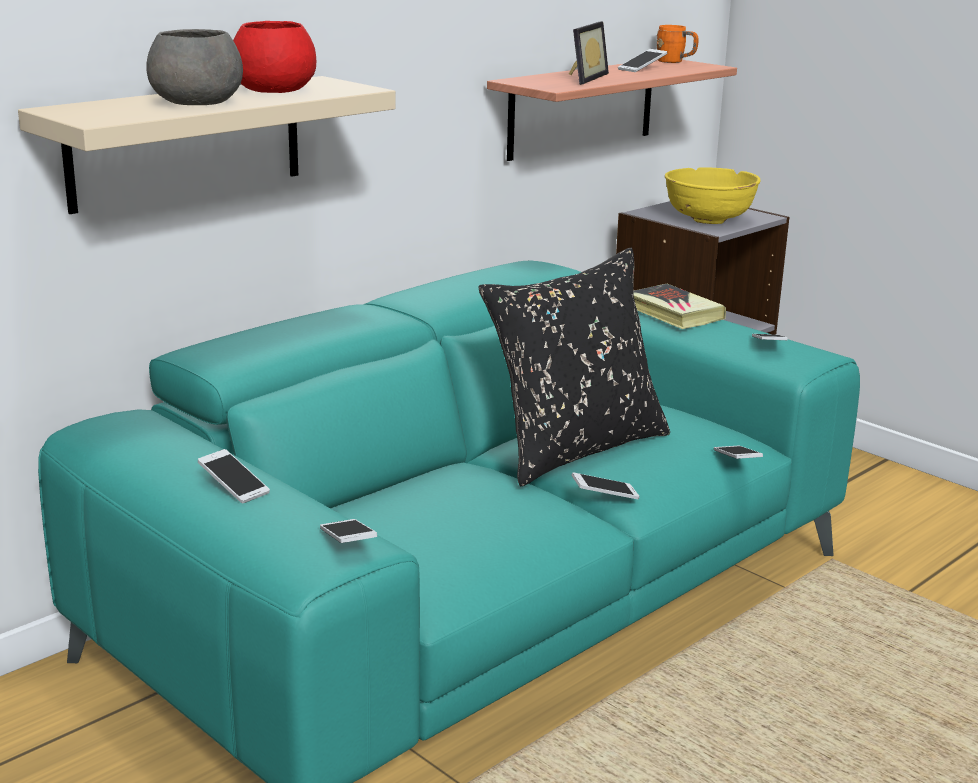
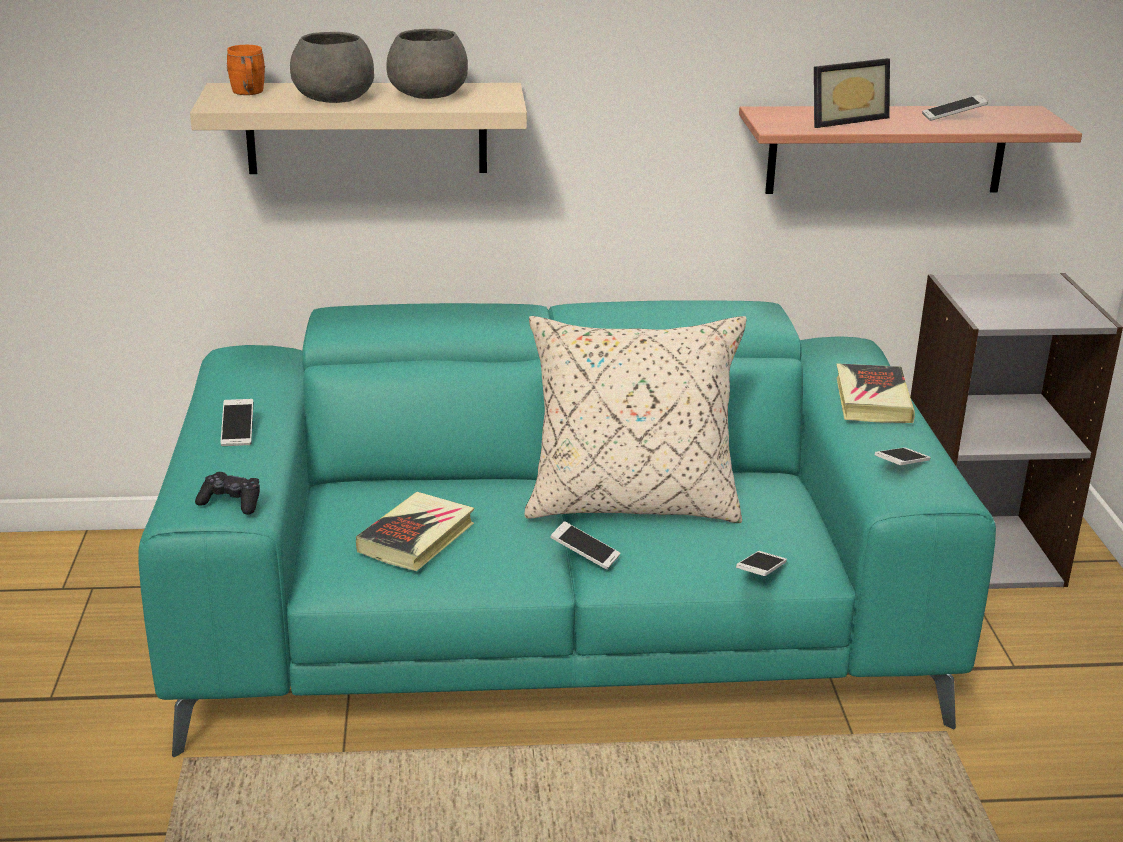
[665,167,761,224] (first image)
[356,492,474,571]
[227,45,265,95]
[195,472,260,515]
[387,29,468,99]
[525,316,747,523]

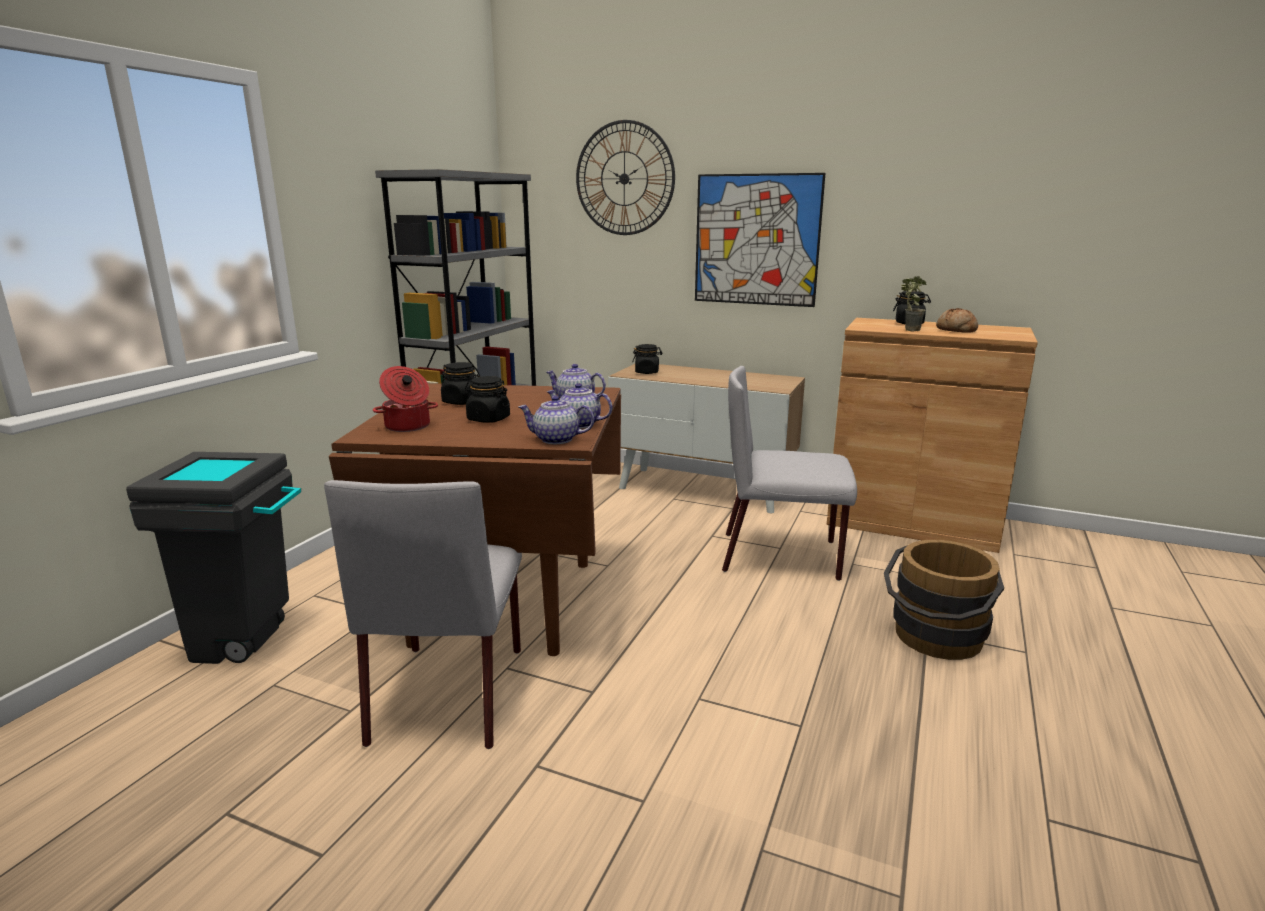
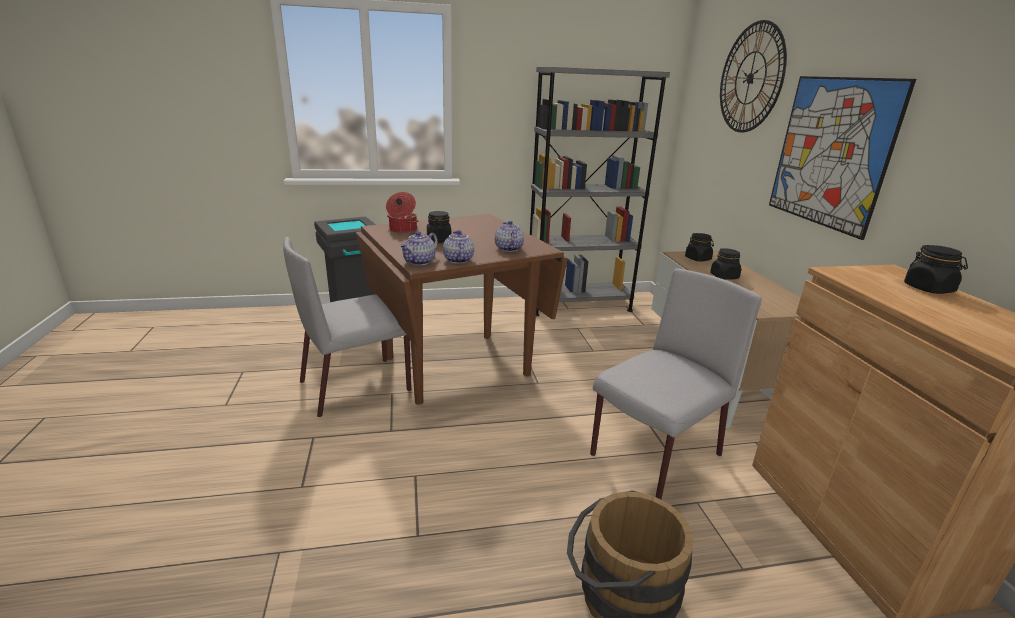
[901,276,926,331] (first image)
[936,308,978,333] (first image)
[710,248,741,280]
[399,231,438,265]
[590,268,762,499]

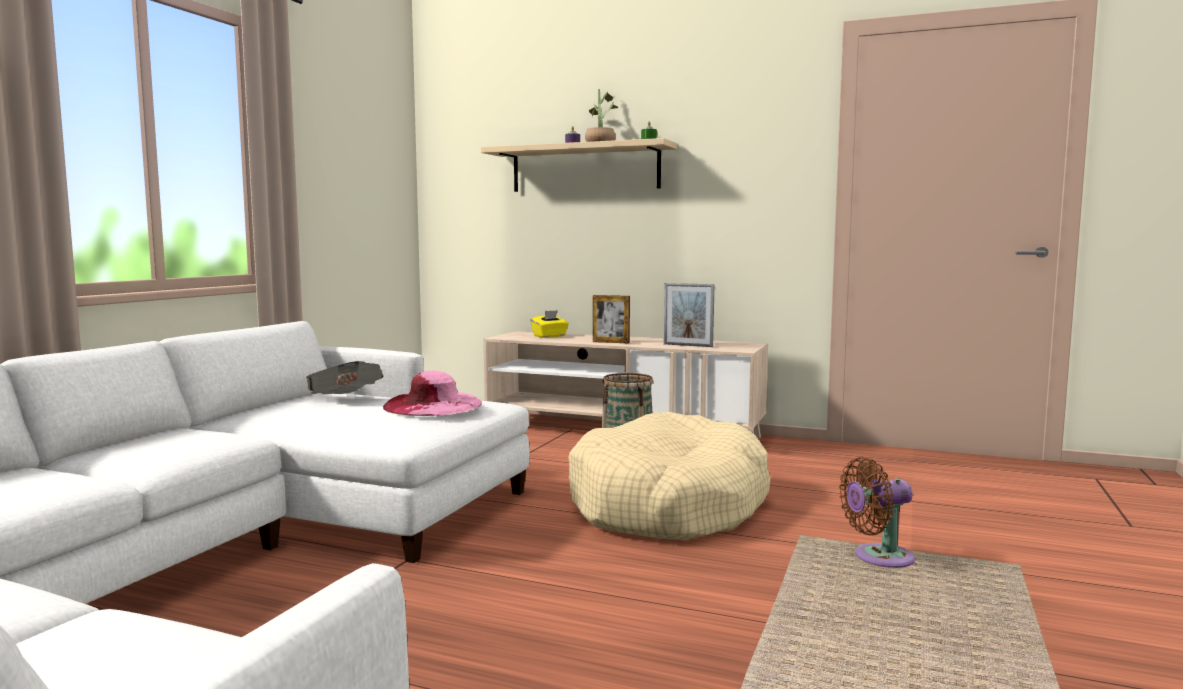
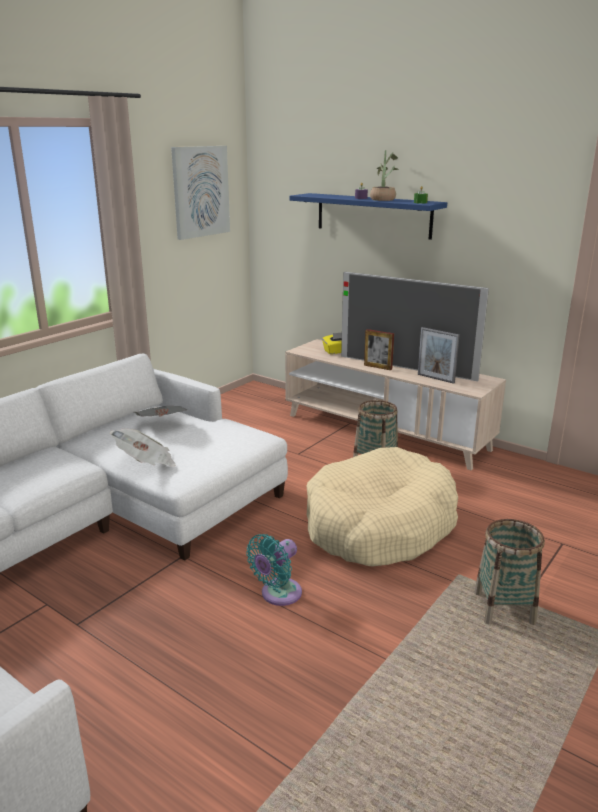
[383,371,482,416] (first image)
[110,429,176,466]
[171,146,230,240]
[246,534,302,606]
[341,272,489,381]
[474,519,545,625]
[290,193,447,240]

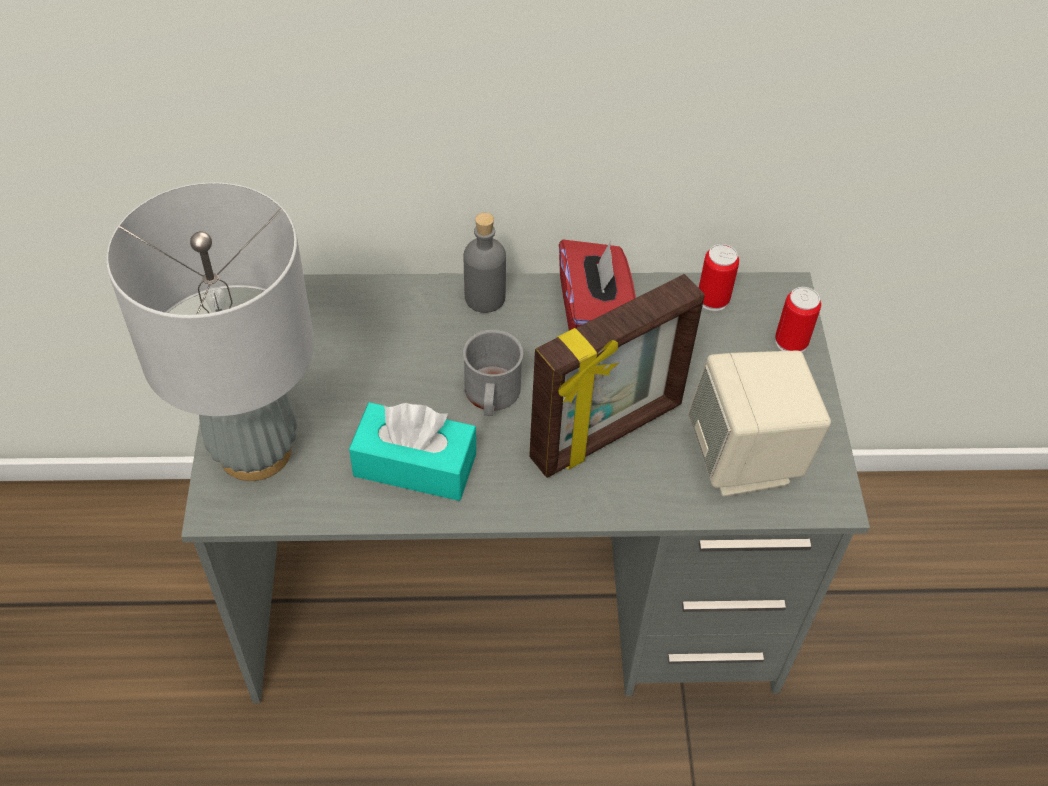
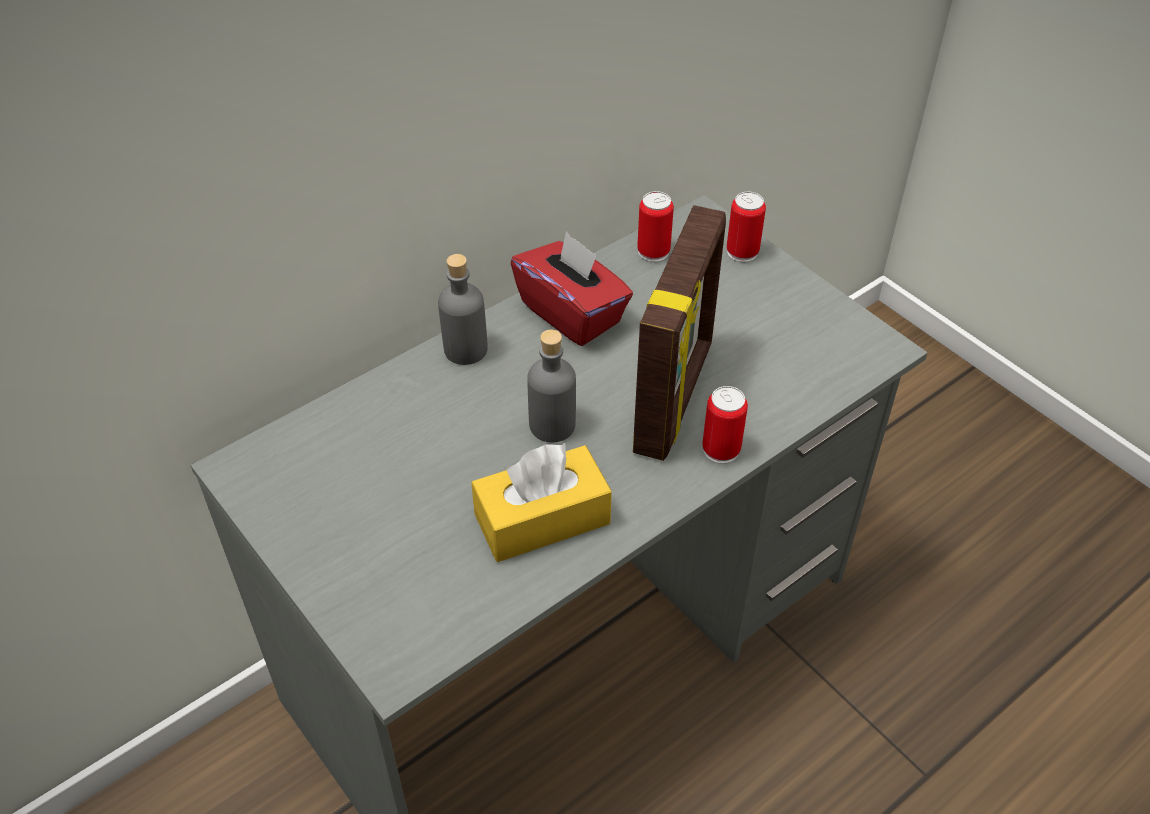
[106,182,314,481] (first image)
[688,351,831,497] (first image)
[702,386,748,464]
[527,330,576,442]
[471,443,612,562]

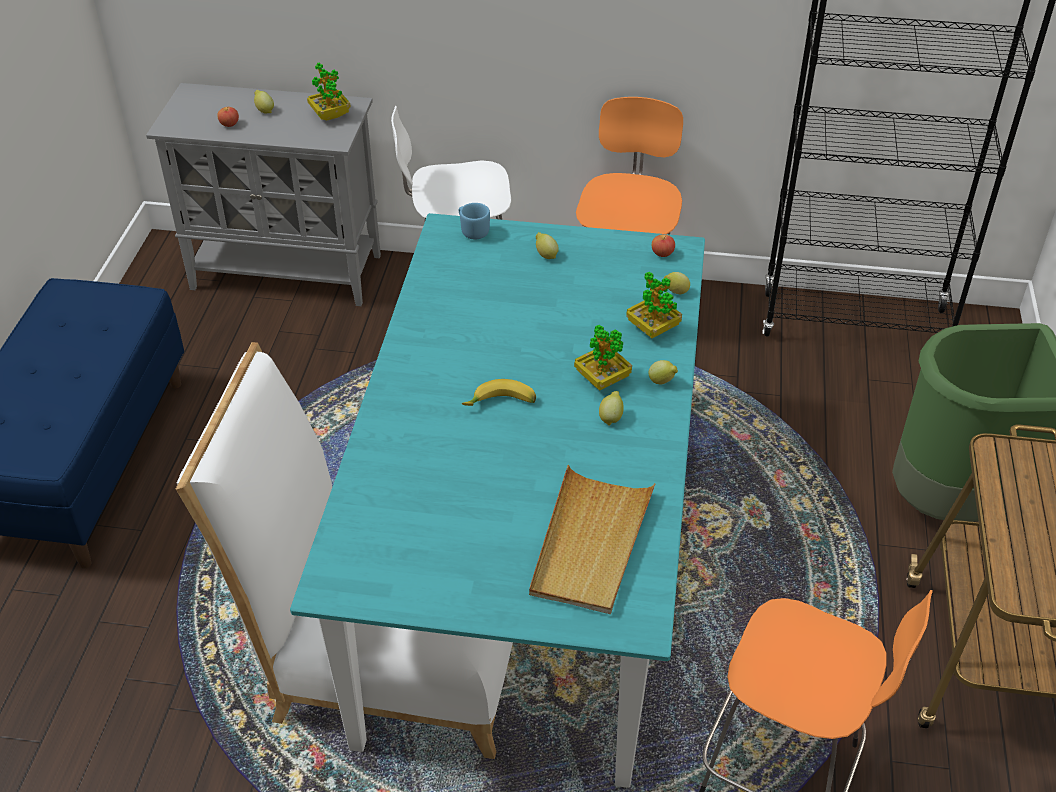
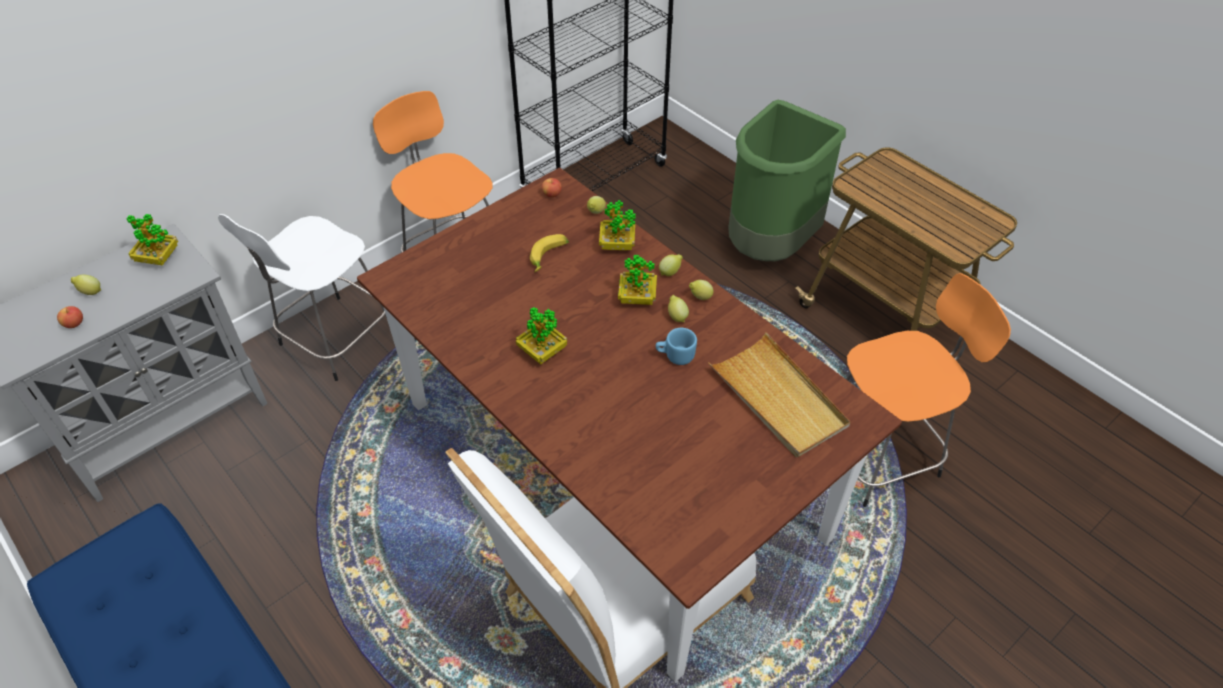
[516,307,567,364]
[656,328,697,365]
[530,234,569,272]
[689,280,713,300]
[357,168,902,682]

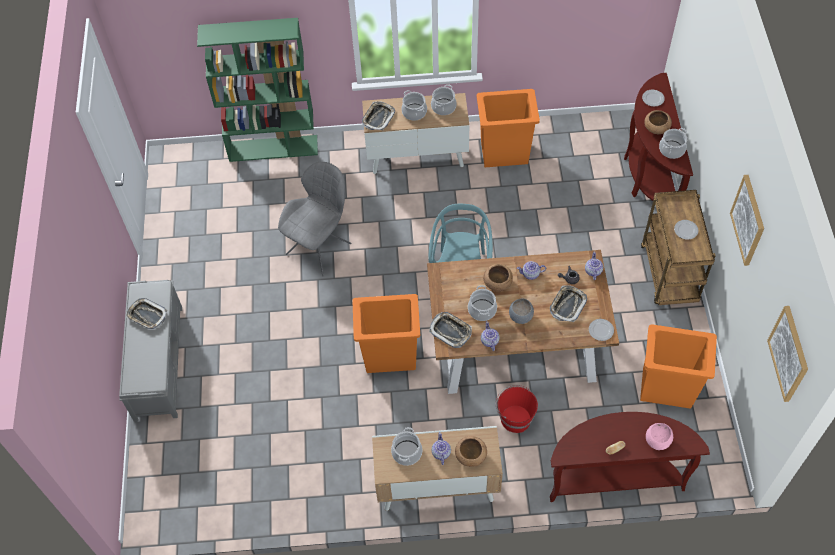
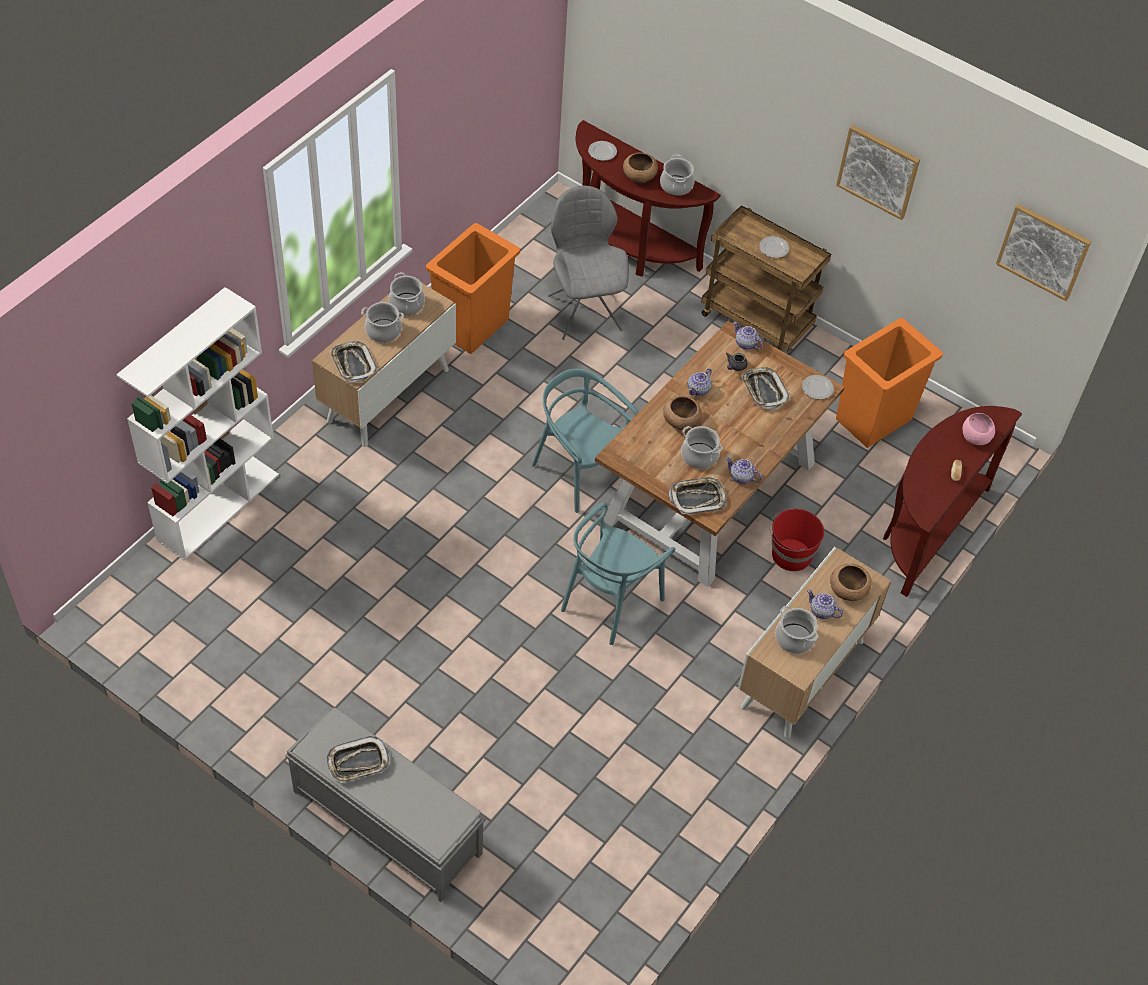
[509,299,534,324] (first image)
[548,186,629,340]
[561,502,675,645]
[116,287,279,561]

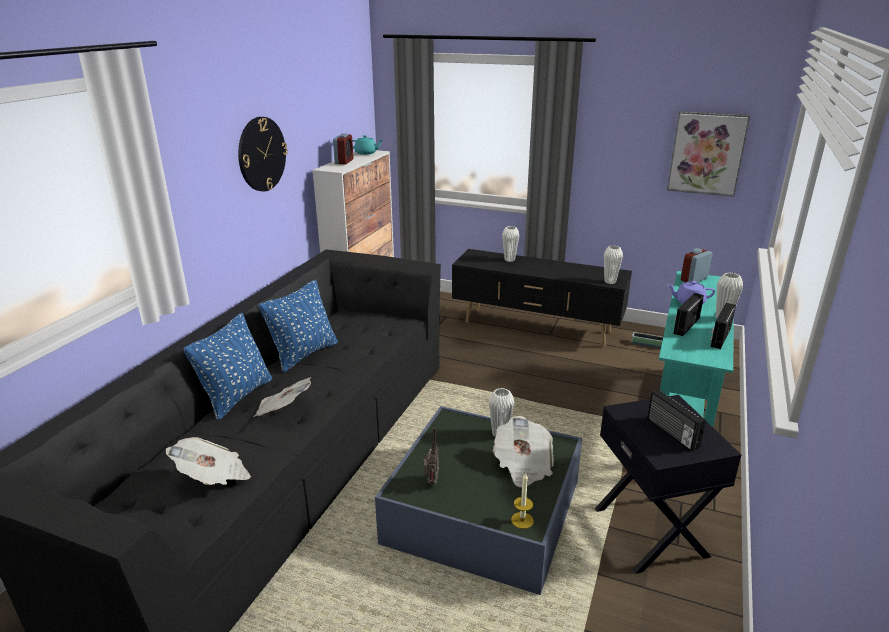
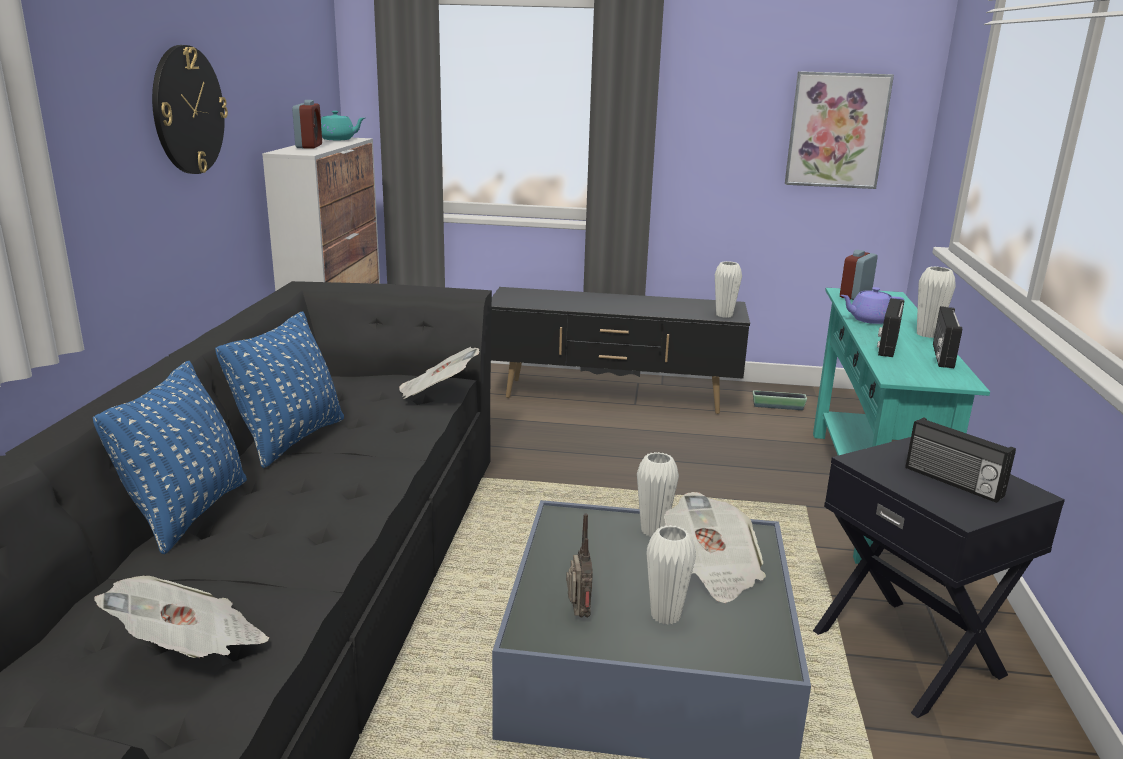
[511,473,534,529] (first image)
[399,347,479,399]
[646,525,696,625]

